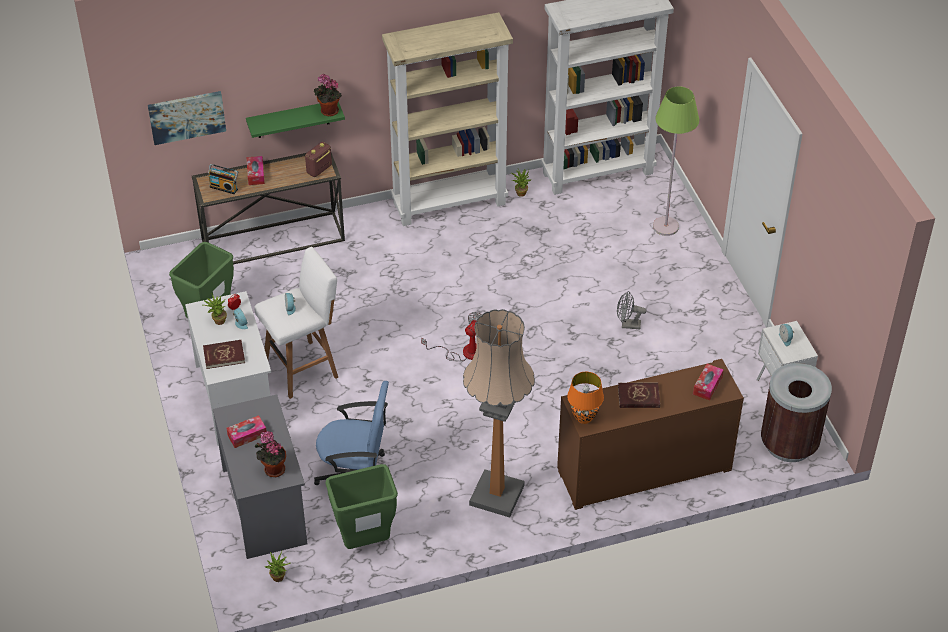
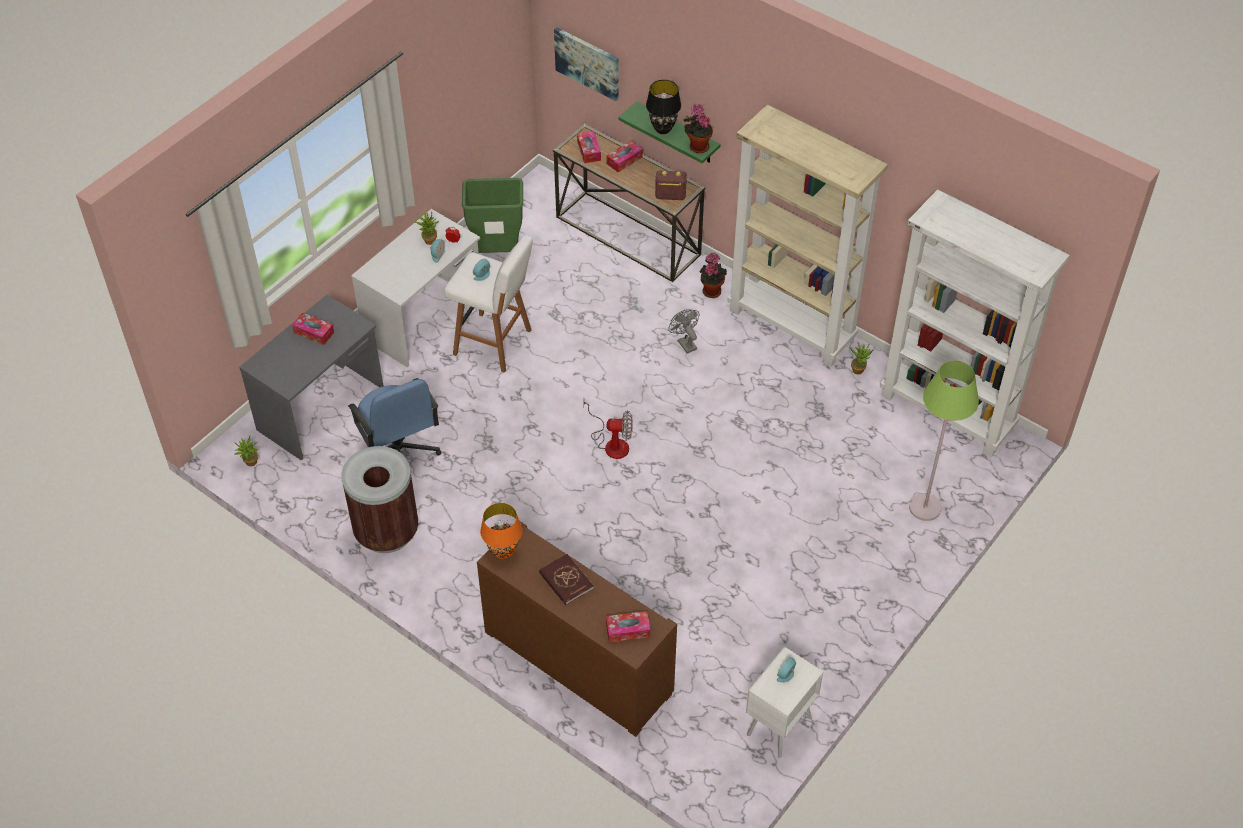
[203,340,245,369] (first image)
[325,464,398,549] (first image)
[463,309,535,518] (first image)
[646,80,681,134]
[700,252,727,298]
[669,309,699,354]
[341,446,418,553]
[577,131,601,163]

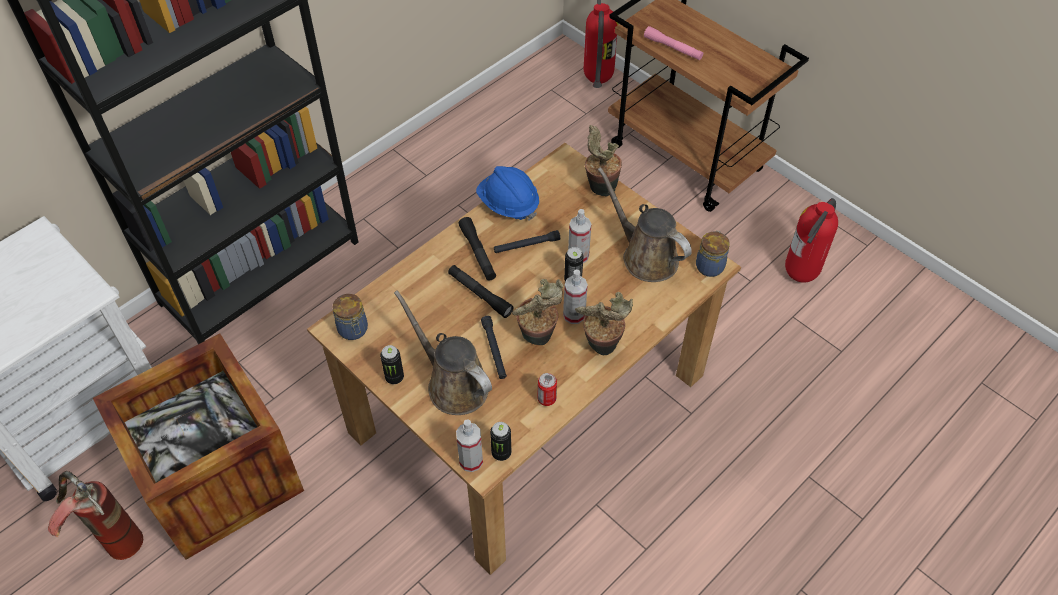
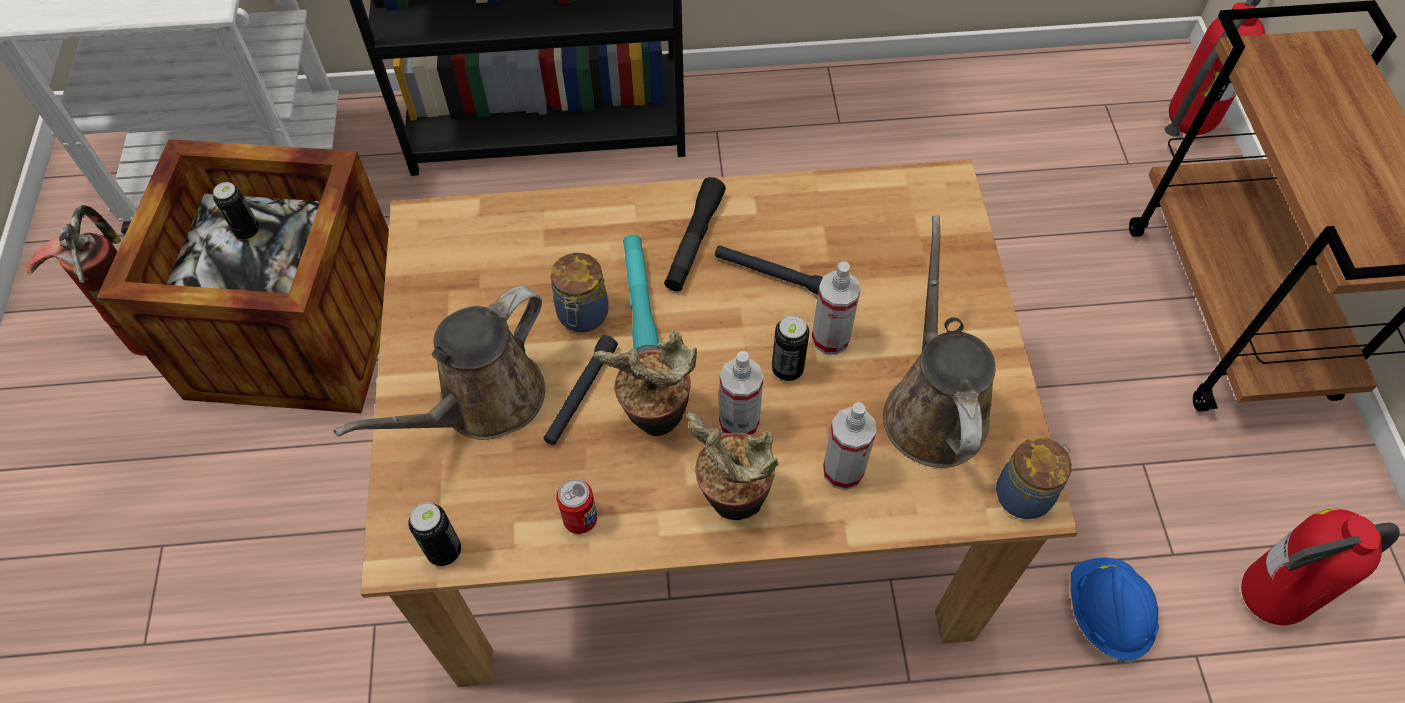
[585,125,622,197] (first image)
[644,26,703,60] (first image)
[551,253,609,332]
[213,182,260,240]
[823,402,877,490]
[1071,557,1159,664]
[623,235,660,353]
[334,286,545,440]

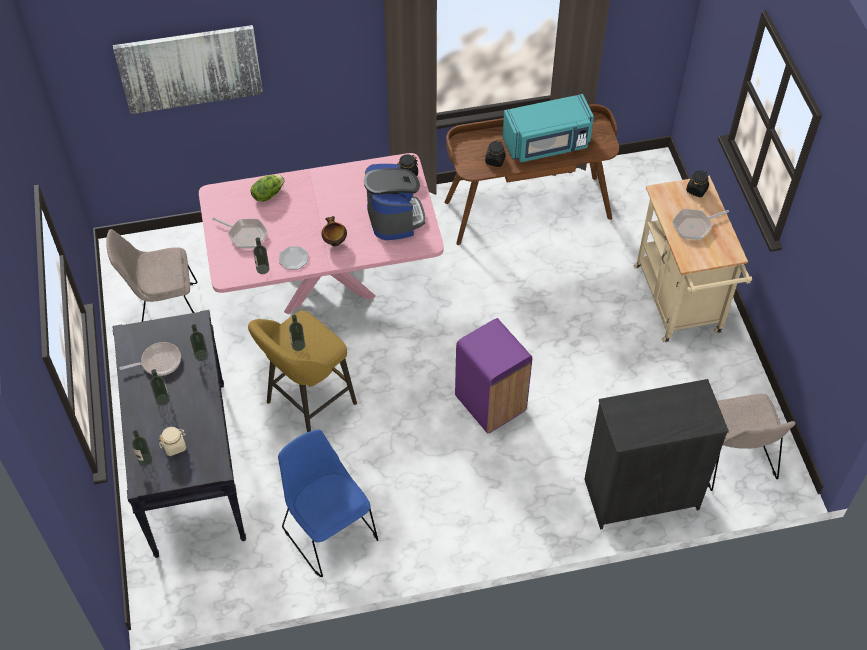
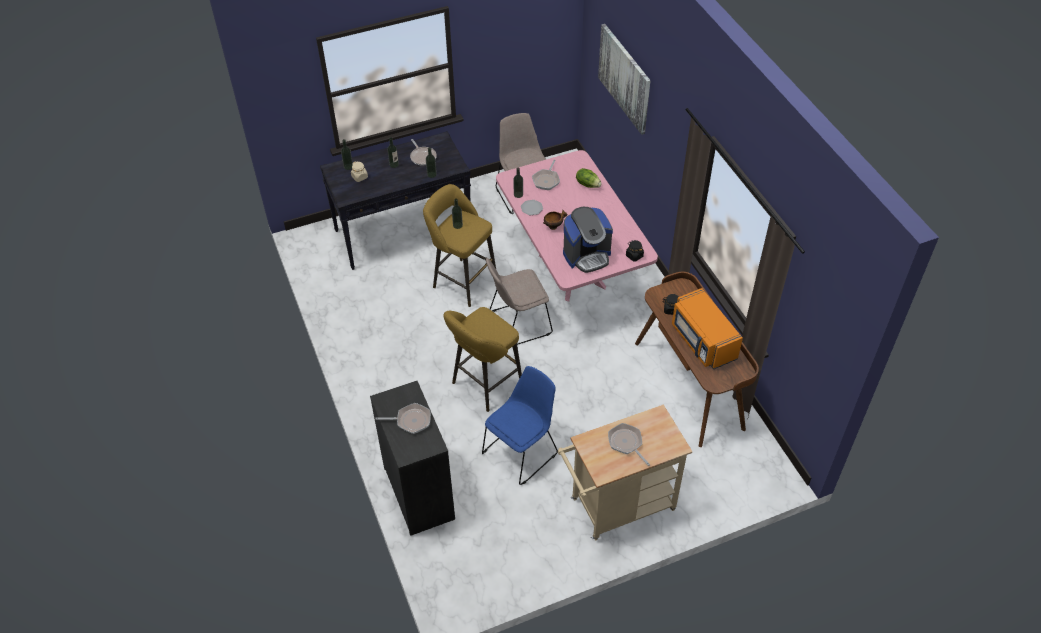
[686,170,709,197] (first image)
[375,403,431,434]
[482,366,558,485]
[486,258,553,345]
[444,307,522,412]
[672,288,743,369]

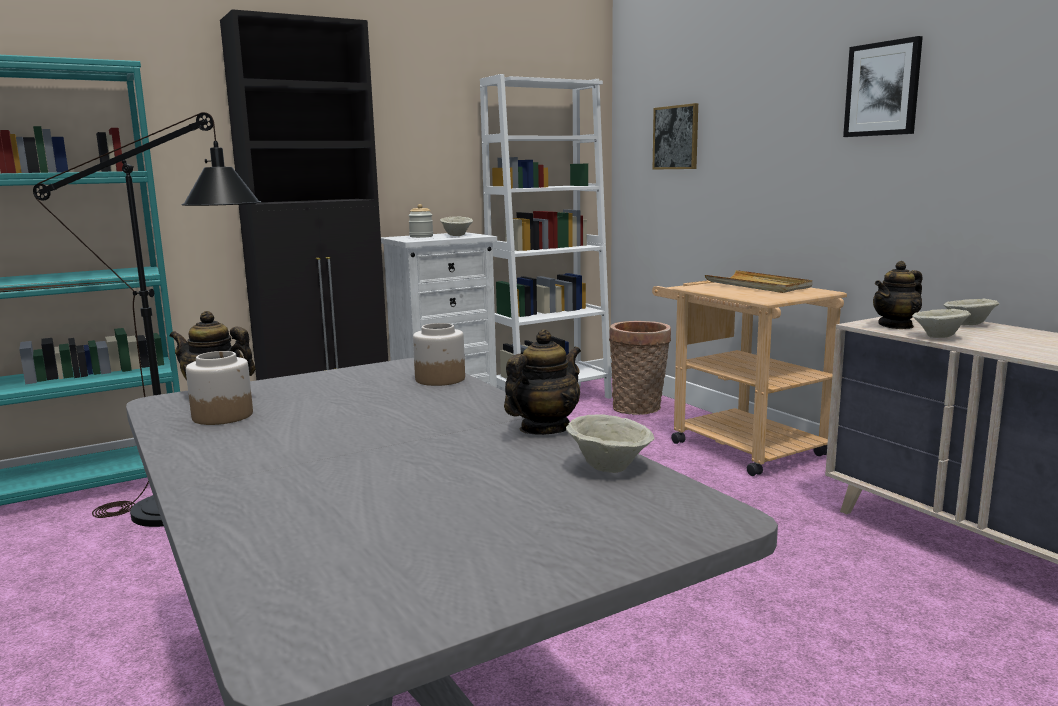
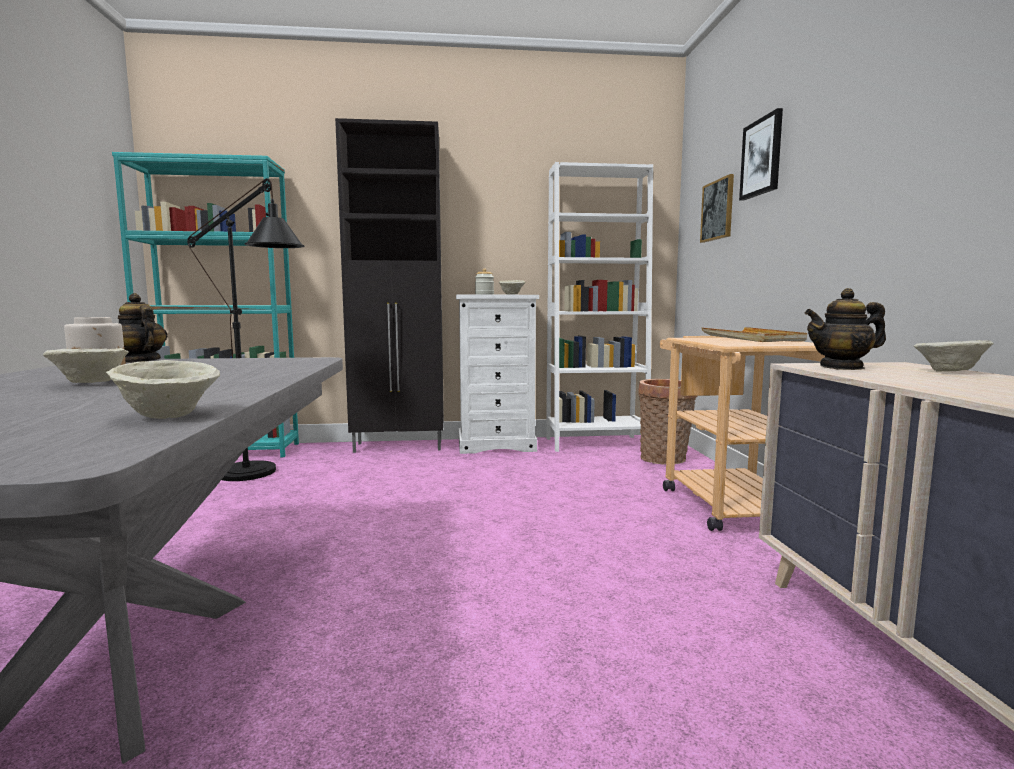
[413,323,465,386] (first image)
[504,329,581,435] (first image)
[739,108,783,201]
[43,348,129,383]

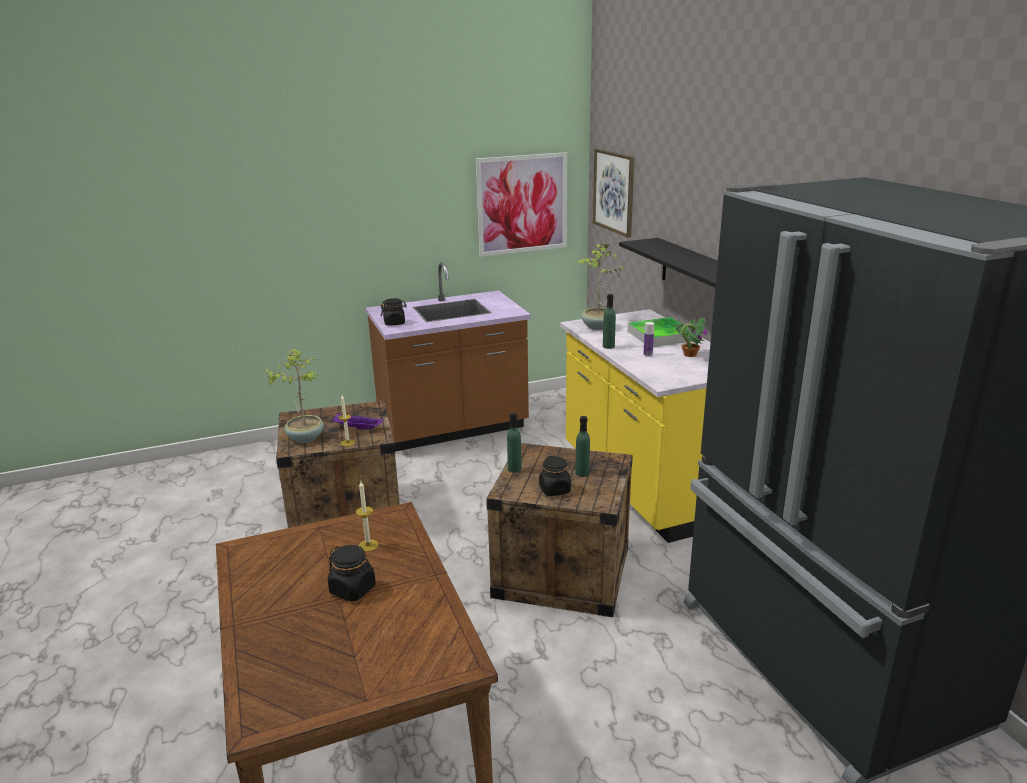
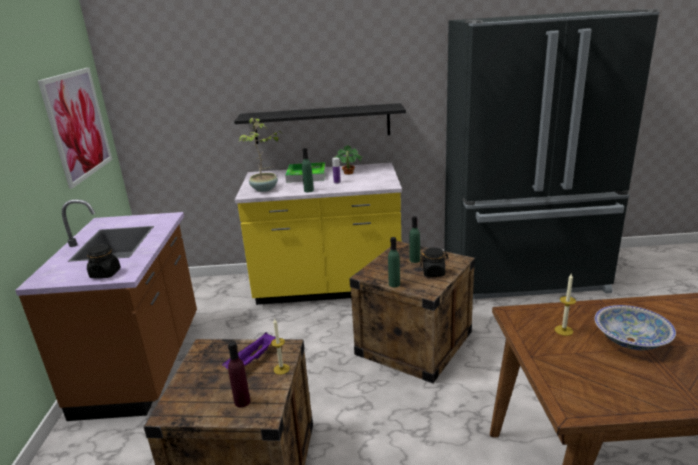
[593,149,635,238] (first image)
[228,341,250,408]
[594,305,676,350]

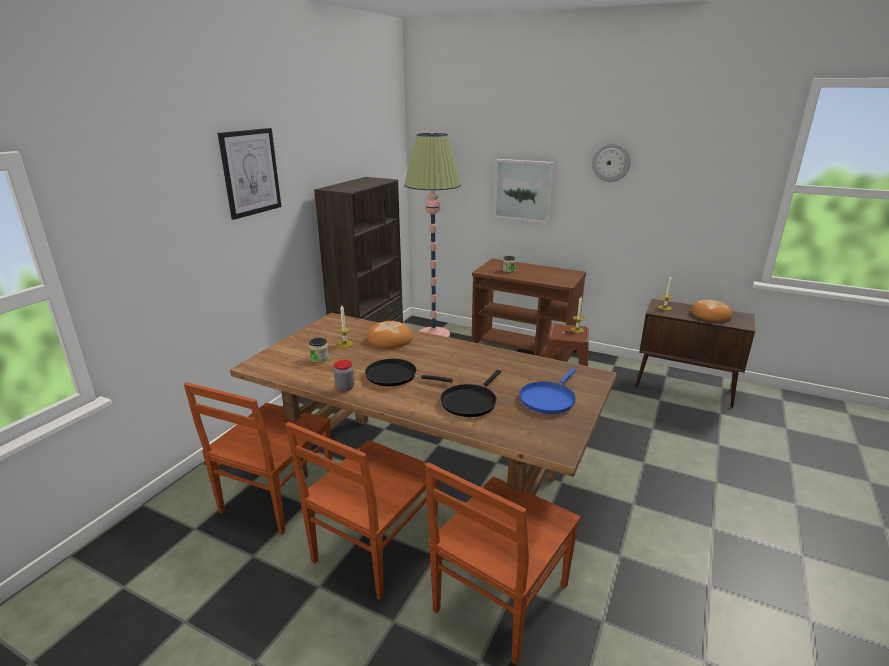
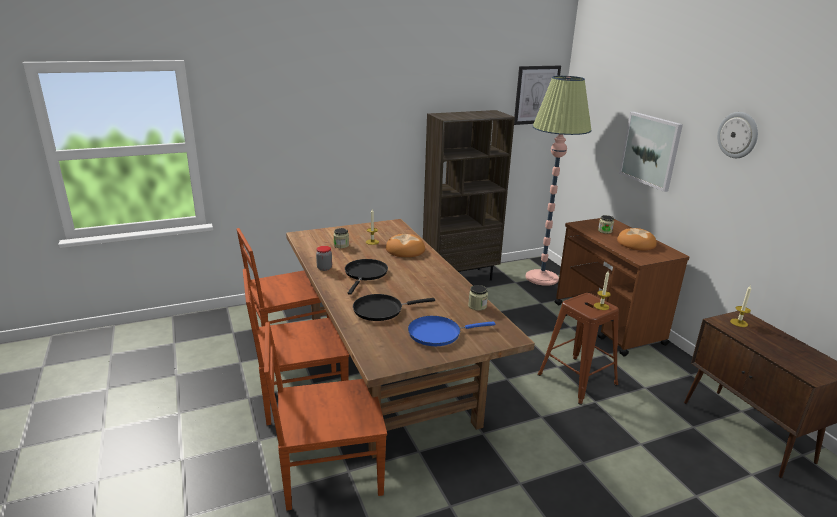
[468,285,488,311]
[514,66,561,125]
[617,228,657,250]
[345,259,388,295]

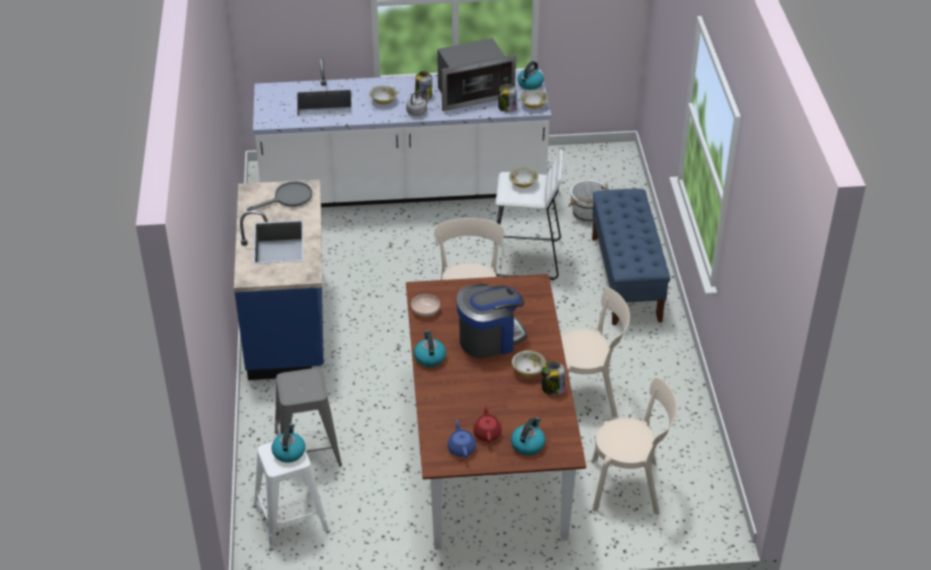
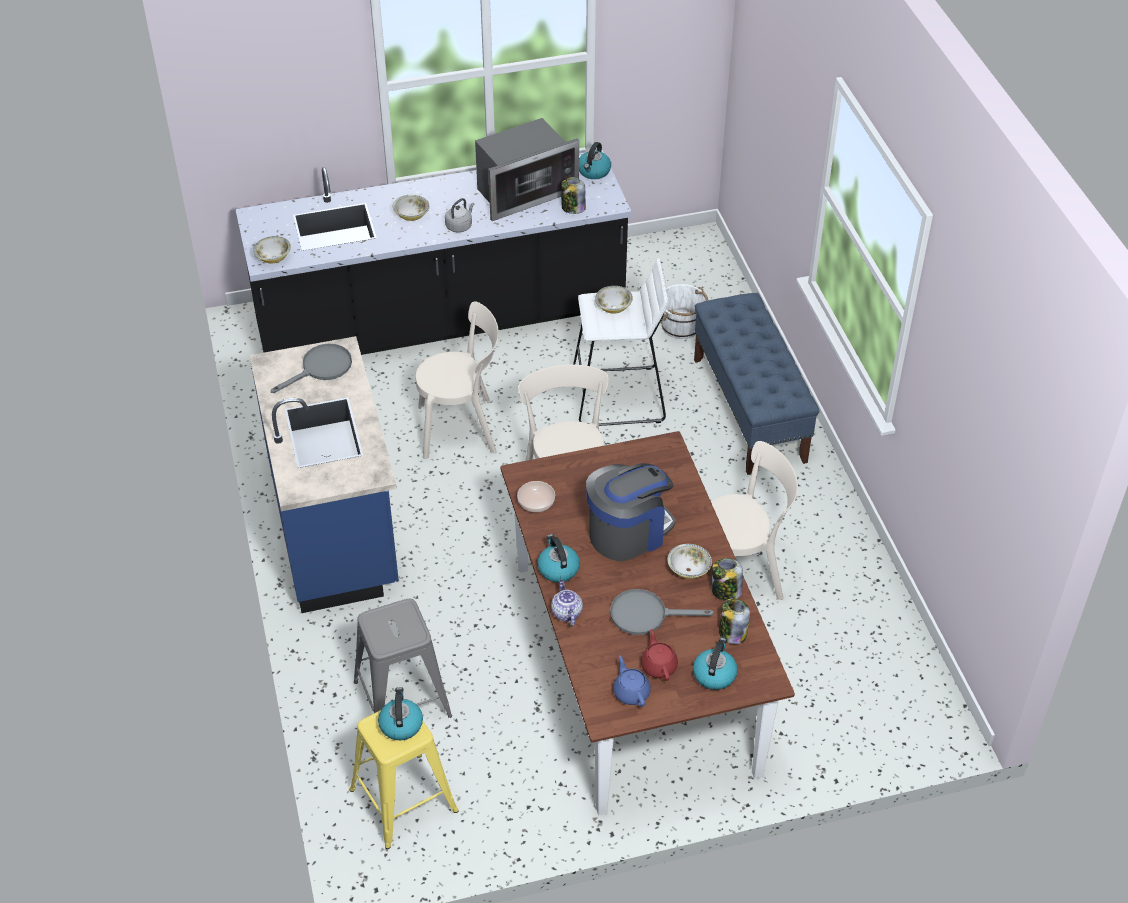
[551,580,583,626]
[610,589,714,635]
[719,599,750,644]
[253,236,291,264]
[416,301,499,459]
[235,150,631,355]
[349,710,459,849]

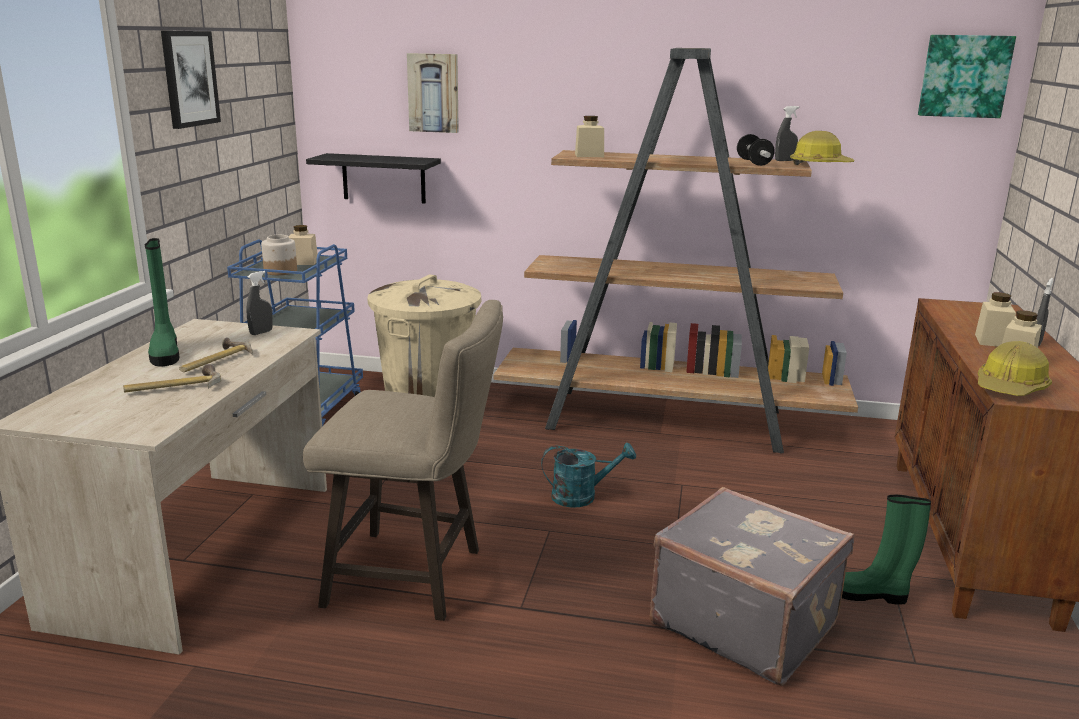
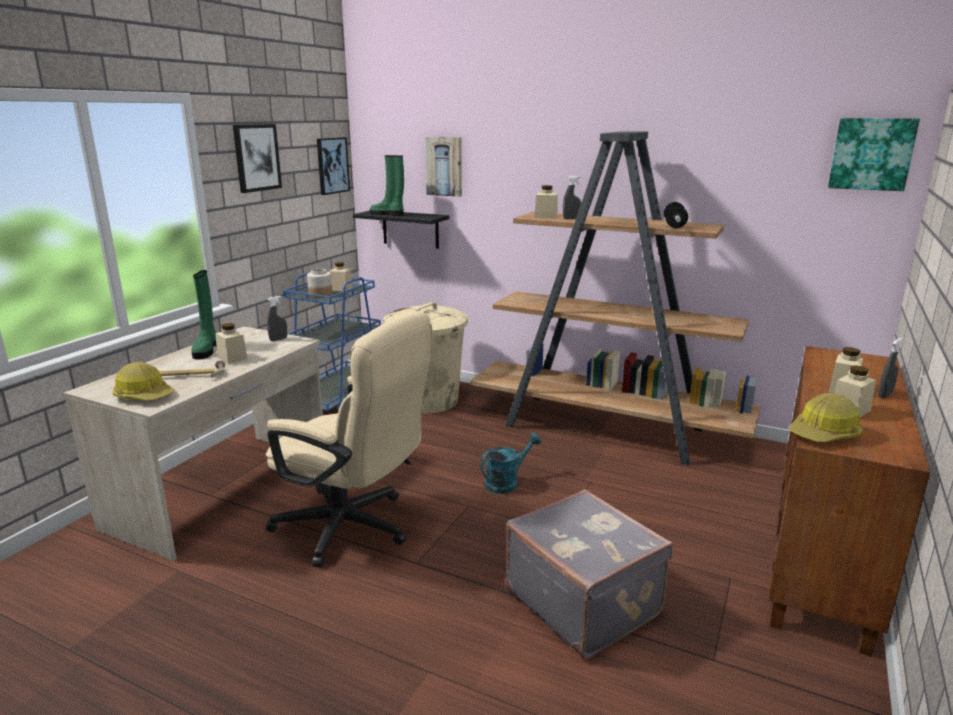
[317,137,350,195]
[563,176,581,219]
[112,362,174,401]
[370,155,404,216]
[215,323,248,364]
[266,311,432,568]
[480,433,541,494]

